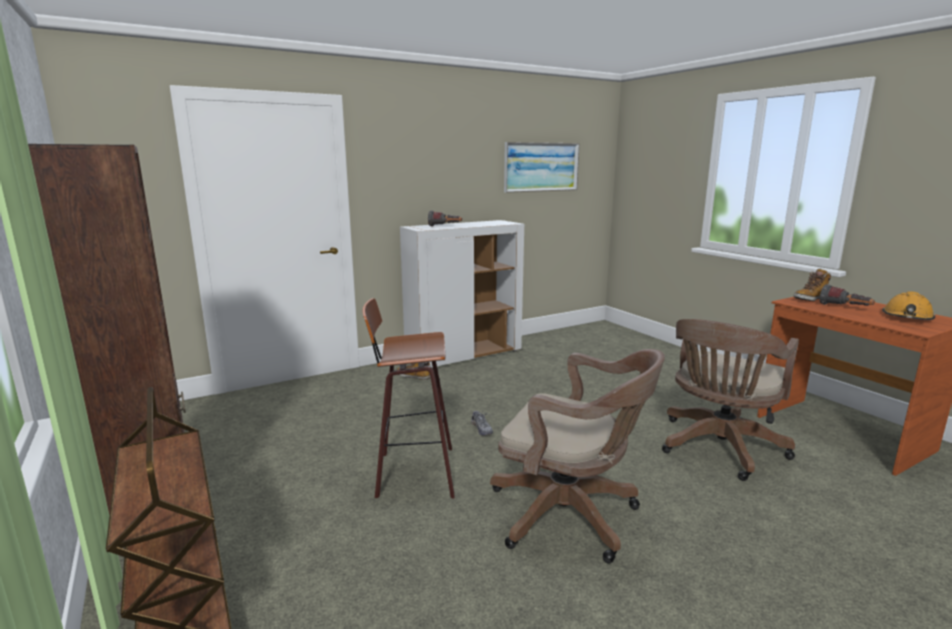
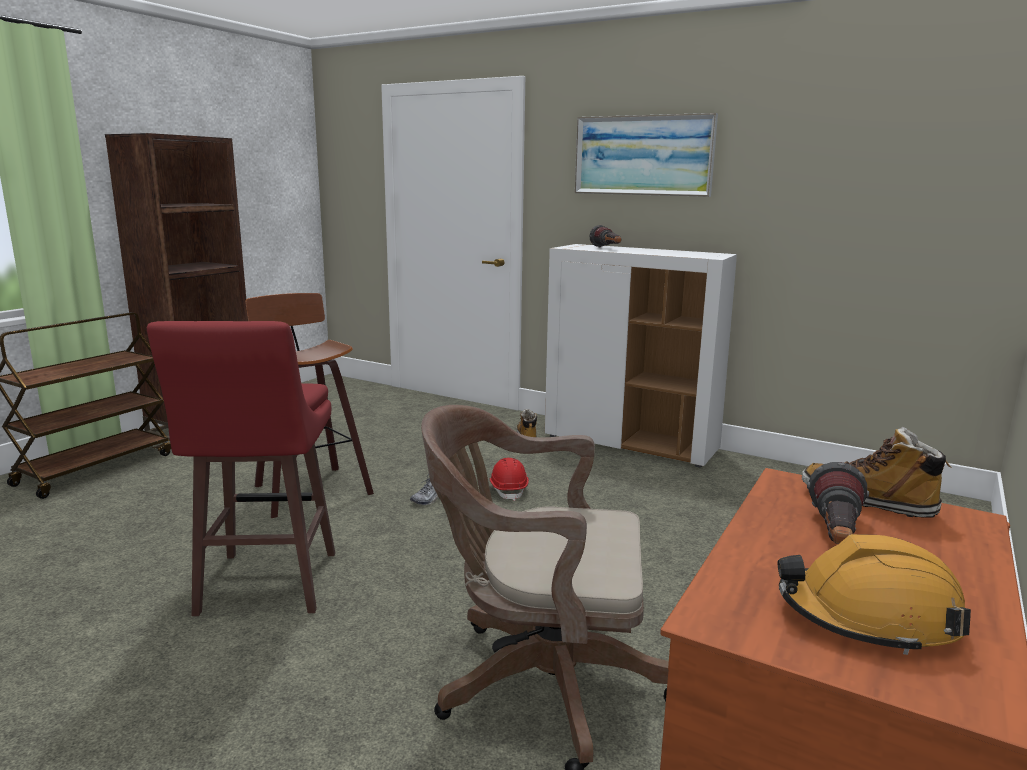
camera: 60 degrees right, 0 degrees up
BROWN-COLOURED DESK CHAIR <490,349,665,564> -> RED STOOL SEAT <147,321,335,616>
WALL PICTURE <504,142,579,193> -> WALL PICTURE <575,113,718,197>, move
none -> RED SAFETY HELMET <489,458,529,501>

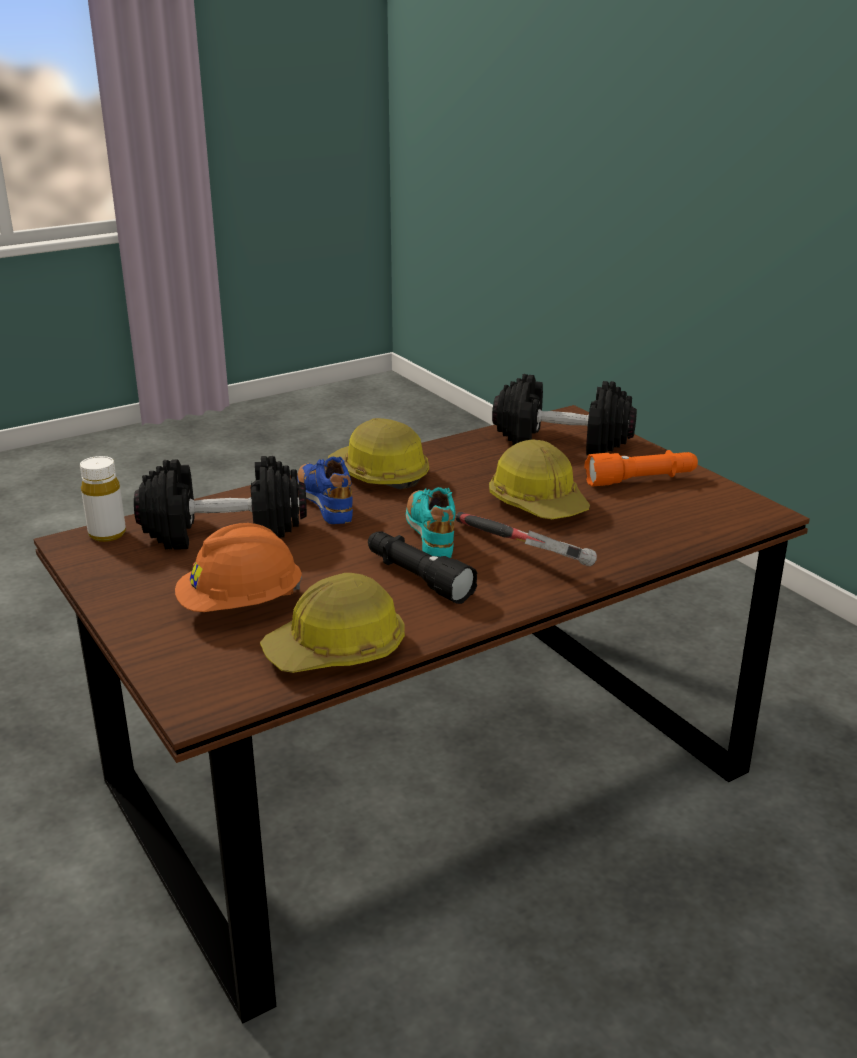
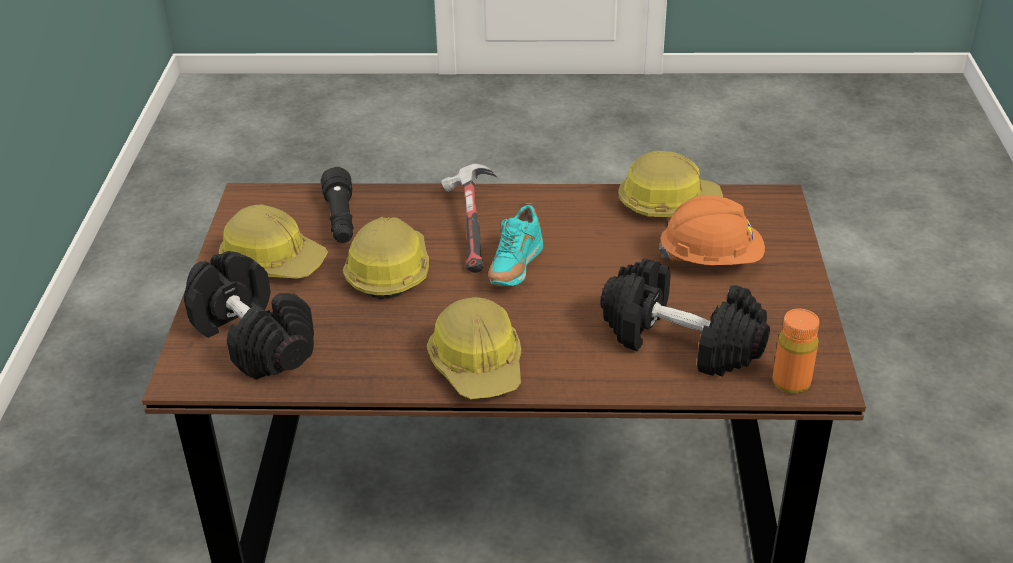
camera: 145 degrees left, 10 degrees up
WHITE BOTTLE <80,456,126,542> -> ORANGE BOTTLE <773,309,820,394>
BLUE LOW SHOE <297,457,353,524> -> none
BLACK-COLOURED TORCH <368,531,478,604> -> BLACK-COLOURED TORCH <321,167,354,243>, move
ORANGE TORCH <585,450,698,487> -> SAFETY HELMET <219,205,328,279>

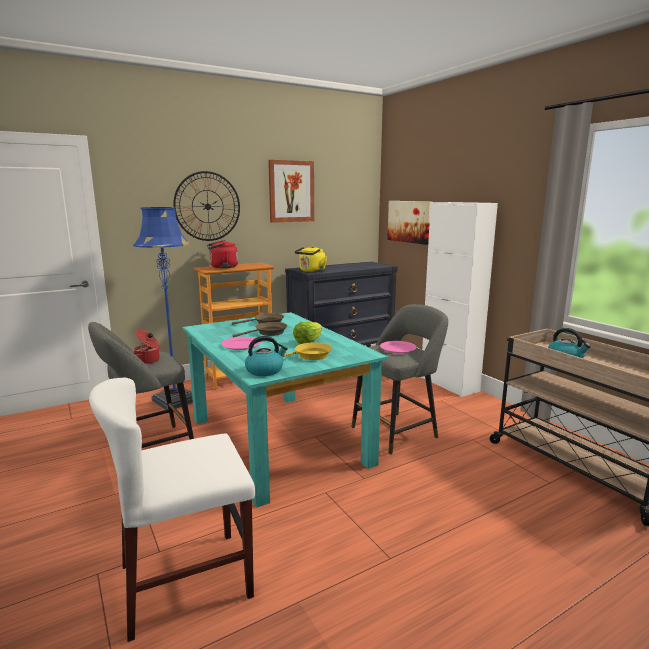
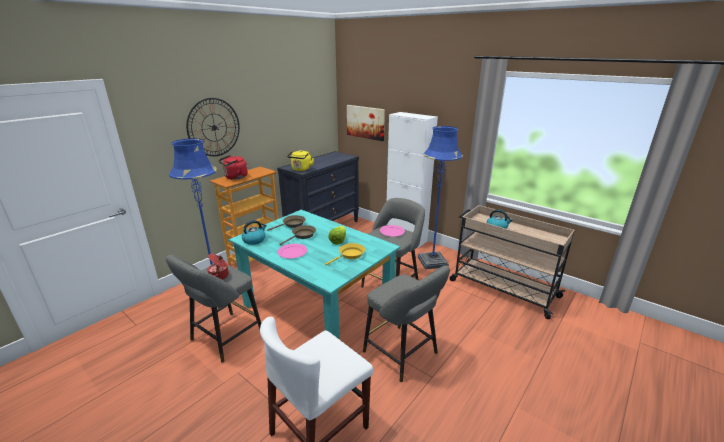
camera: 20 degrees left, 10 degrees up
KETTLE <245,336,288,376> -> KETTLE <242,220,267,245>, move
WALL PICTURE <268,160,314,223> -> none
none -> GREY STOOL SEAT <363,265,450,382>
none -> BLUE FLOOR LAMP <417,126,463,270>

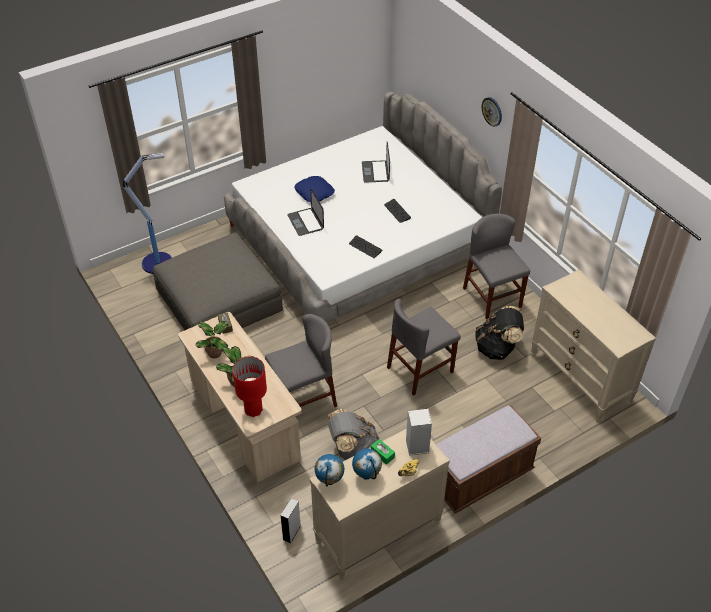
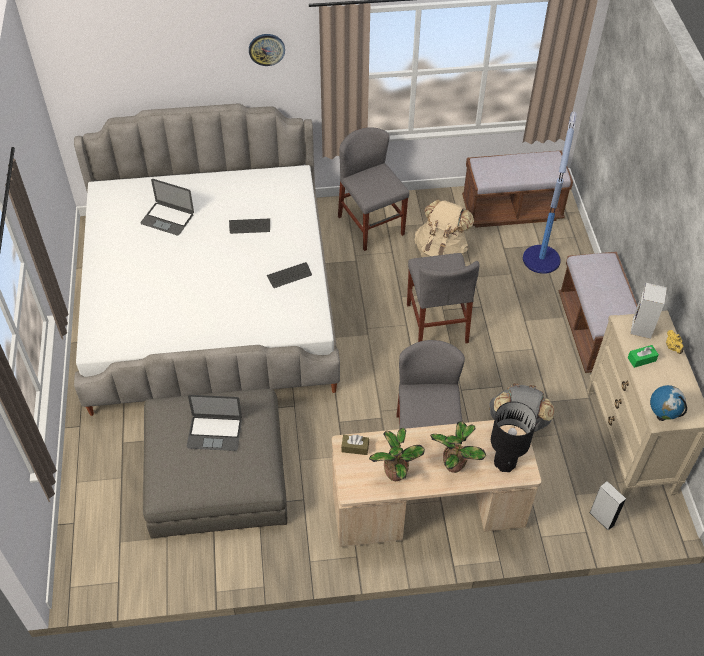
camera: 65 degrees left, 5 degrees up
FLOOR LAMP <123,153,172,274> -> FLOOR LAMP <523,112,577,274>, move
RED TABLETOP LAMP <232,357,267,417> -> BLACK-COLOURED TABLETOP LAMP <491,402,537,472>
PORTABLE COMPUTER <287,188,324,236> -> PORTABLE COMPUTER <187,395,242,451>, move
BLUE PILLOW <295,176,335,202> -> none
GLOBE <352,448,382,480> -> none
GREY PLAIN CHAIR <463,213,530,320> -> GREY PLAIN CHAIR <338,127,409,251>, 60 degrees clockwise
BLACK-COLOURED RUCKSACK <476,306,524,360> -> SAND-COLOURED RUCKSACK <415,199,474,257>
SAND-COLOURED DRAWER CHEST <531,269,656,423> -> BROWN-COLOURED LONG SEAT <462,151,573,228>

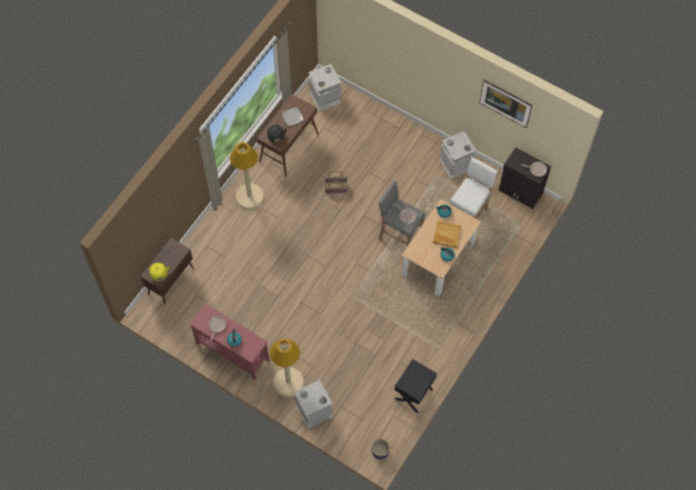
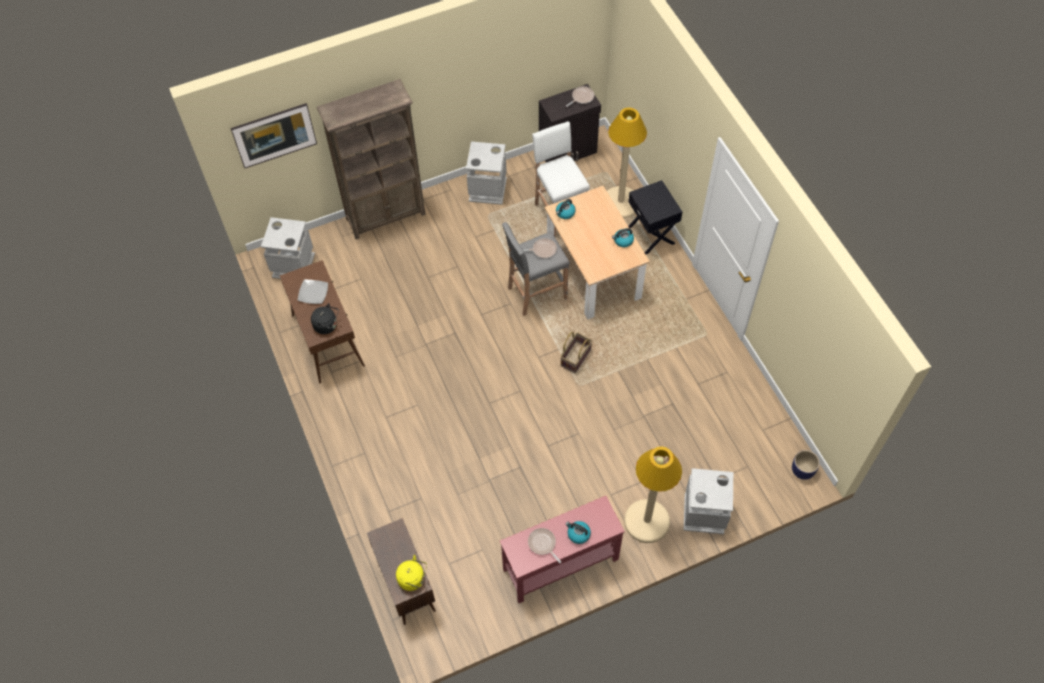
camera: 55 degrees left, 5 degrees down
SAND-COLOURED FLOOR LAMP <230,142,264,210> -> SAND-COLOURED FLOOR LAMP <607,107,647,218>, move
STORAGE BASKET <325,171,348,194> -> STORAGE BASKET <560,332,592,373>, move
BLACK-COLOURED NIGHT TABLE <394,359,437,413> -> BLACK-COLOURED NIGHT TABLE <628,180,682,254>, move
SAND-COLOURED CARRYING TRAY <433,221,461,248> -> none
WALL PICTURE <479,80,532,128> -> WALL PICTURE <231,103,317,168>, move
none -> BROWN-COLOURED SHELVING UNIT <317,79,426,239>

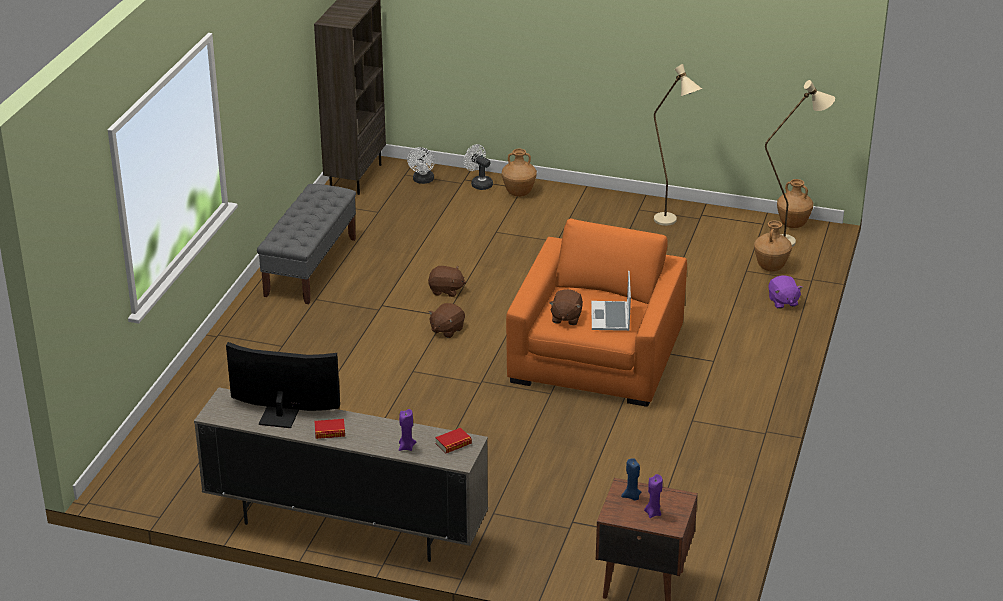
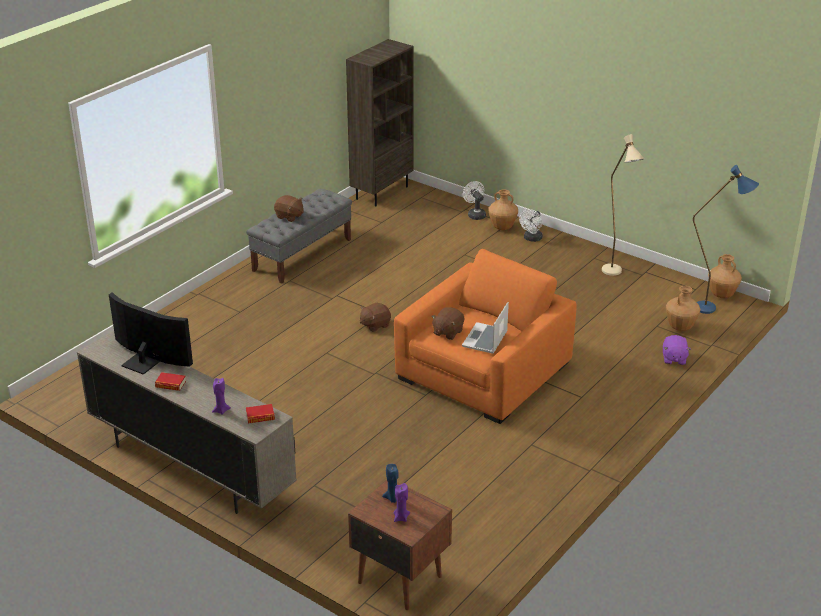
camera: 20 degrees right, 0 degrees up
WHITE COOLING FAN <407,147,435,184> -> WHITE COOLING FAN <519,209,543,242>, move
BROWN-COLOURED SOFT TOY <428,266,466,297> -> BROWN-COLOURED SOFT TOY <274,195,304,222>, move
SAND-COLOURED FLOOR LAMP <765,80,835,247> -> BLUE FLOOR LAMP <693,165,759,314>

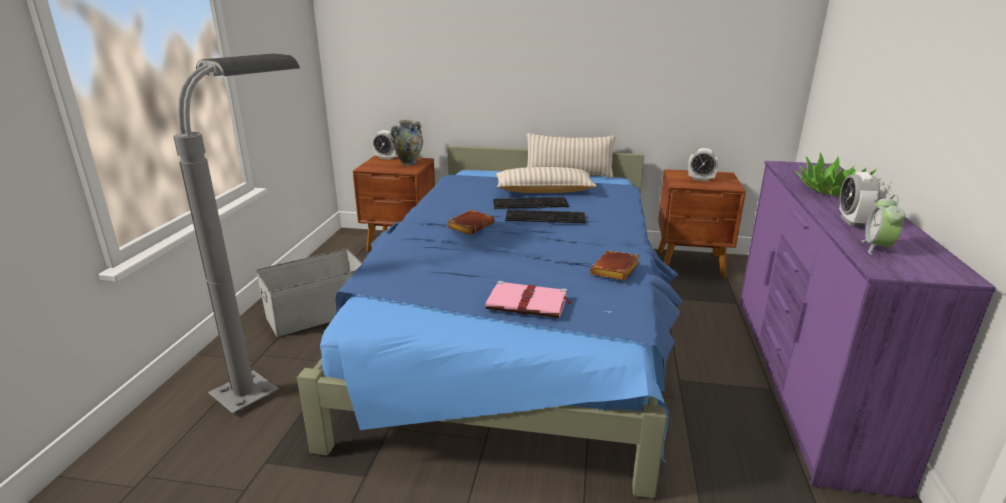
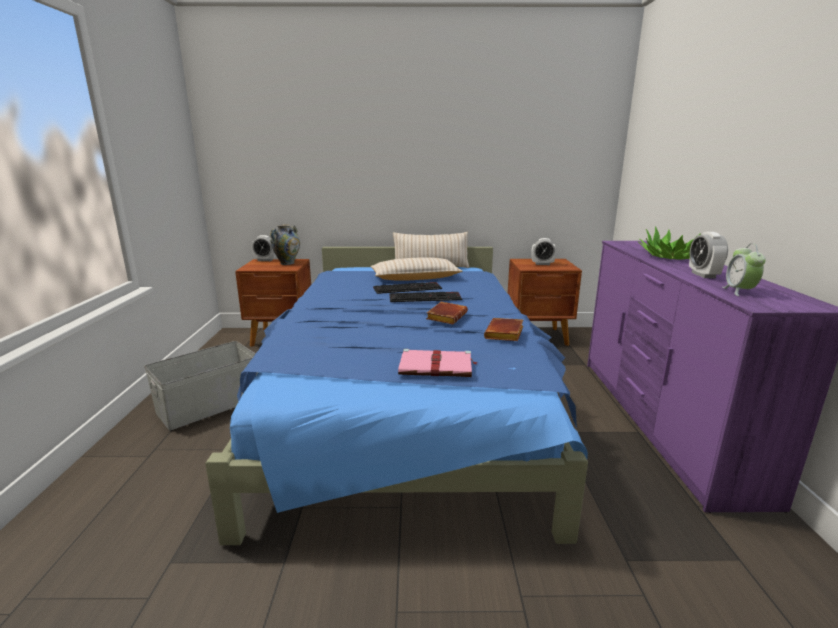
camera: 10 degrees left, 5 degrees down
GREY FLOOR LAMP <173,53,300,414> -> none
BROWN-COLOURED BOOK <447,210,495,235> -> BROWN-COLOURED BOOK <426,302,468,325>, move

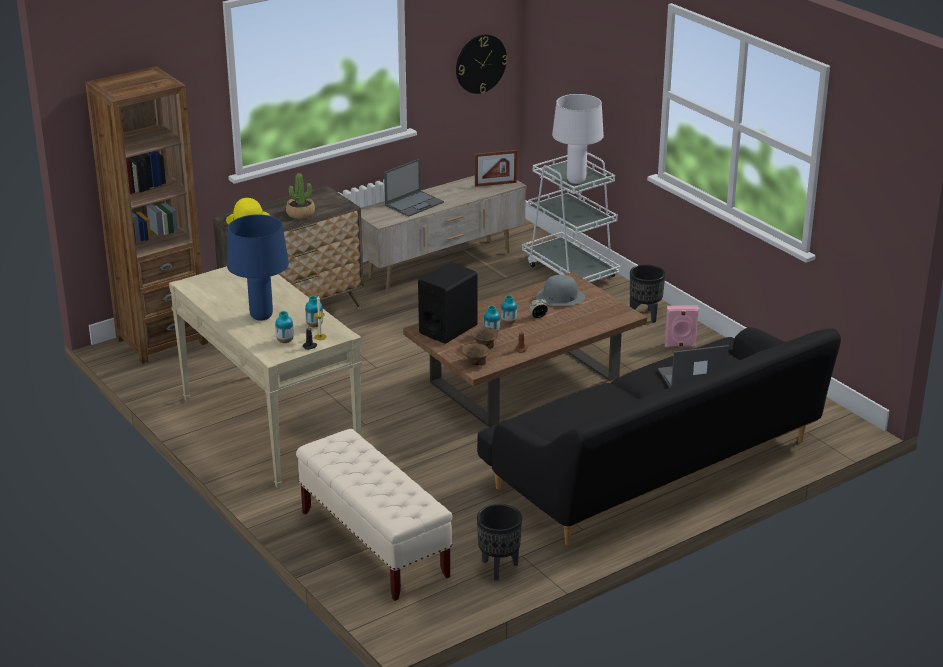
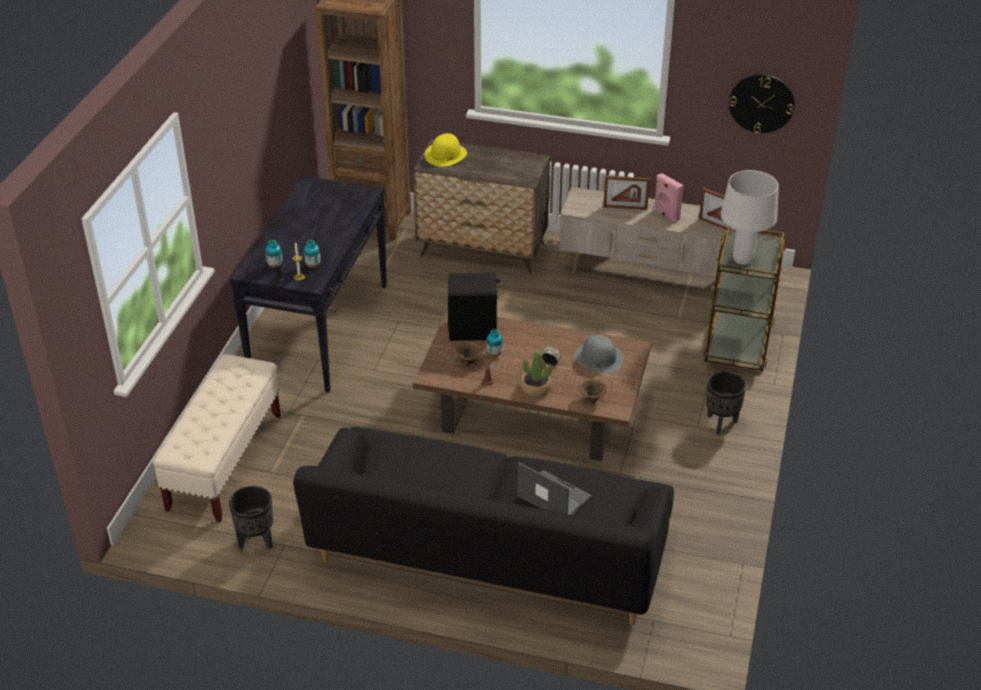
camera: 50 degrees right, 10 degrees up
SAND-COLOURED NARROW TABLE <169,266,362,489> -> BLACK-COLOURED NARROW TABLE <230,175,387,393>
BLUE TABLETOP LAMP <227,215,289,321> -> none
HOUSEPLANT <286,173,315,219> -> HOUSEPLANT <520,351,552,397>, move
PORTABLE COMPUTER <384,159,444,217> -> STANDING FRAME <603,176,650,210>
BROWN-COLOURED DEEP DISH <462,344,489,366> -> BROWN-COLOURED DEEP DISH <580,379,607,405>, move
FLOWER VASE <501,295,517,324> -> none
WHITE CART <522,153,621,282> -> BROWN-COLOURED CART <703,226,786,372>
PINKISH AUDIO SPEAKER <665,305,699,347> -> PINKISH AUDIO SPEAKER <654,173,683,223>, move

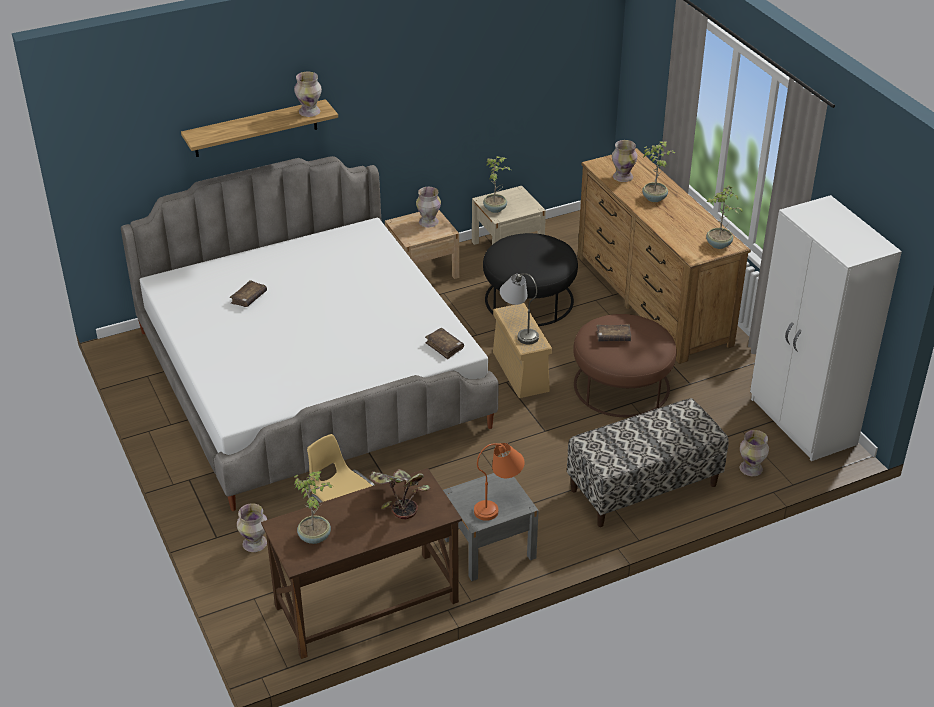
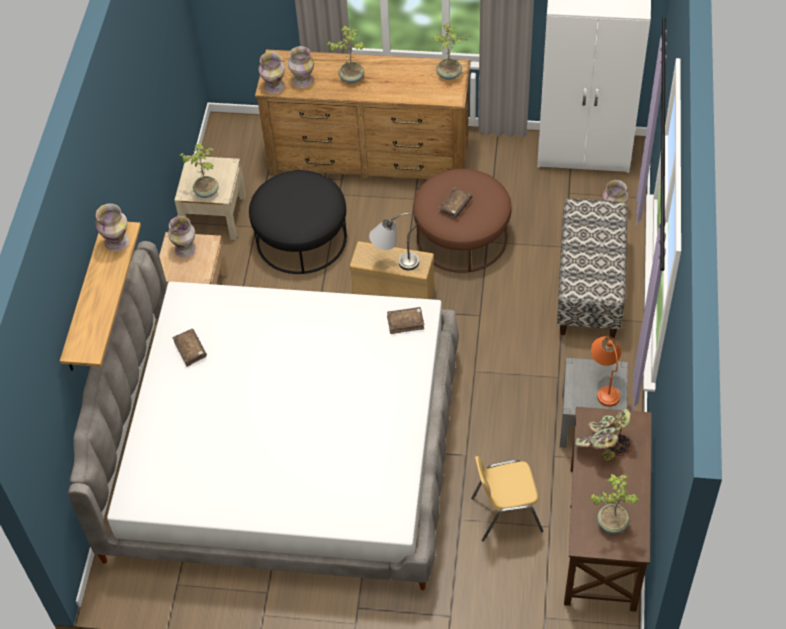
camera: 55 degrees left, 15 degrees up
BROWN-COLOURED BOOK <230,280,267,307> -> BROWN-COLOURED BOOK <172,329,207,367>, move
FLOWER VASE <237,503,267,552> -> FLOWER VASE <258,52,285,94>, move

